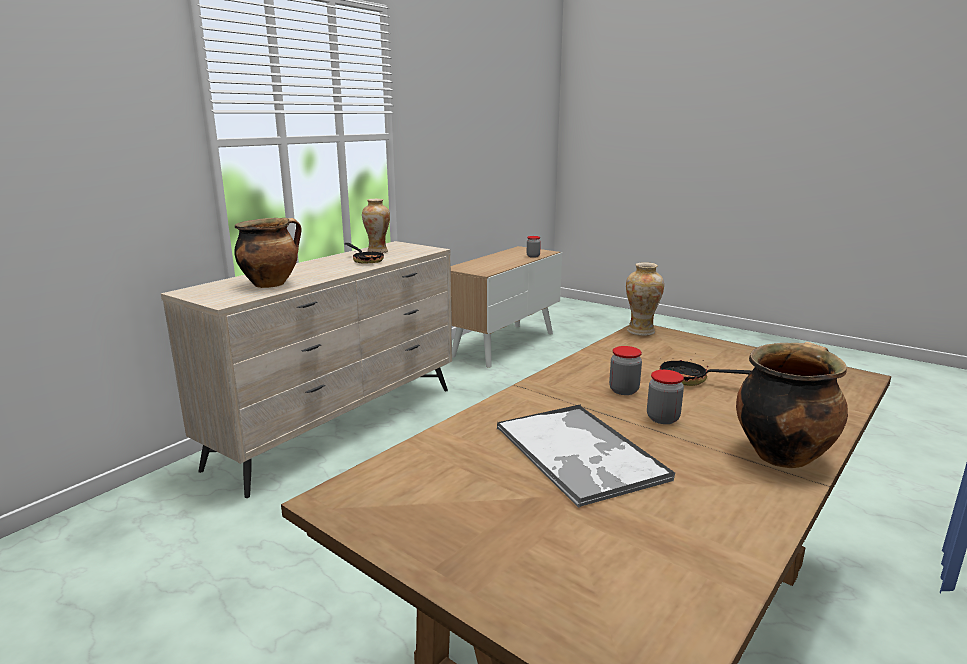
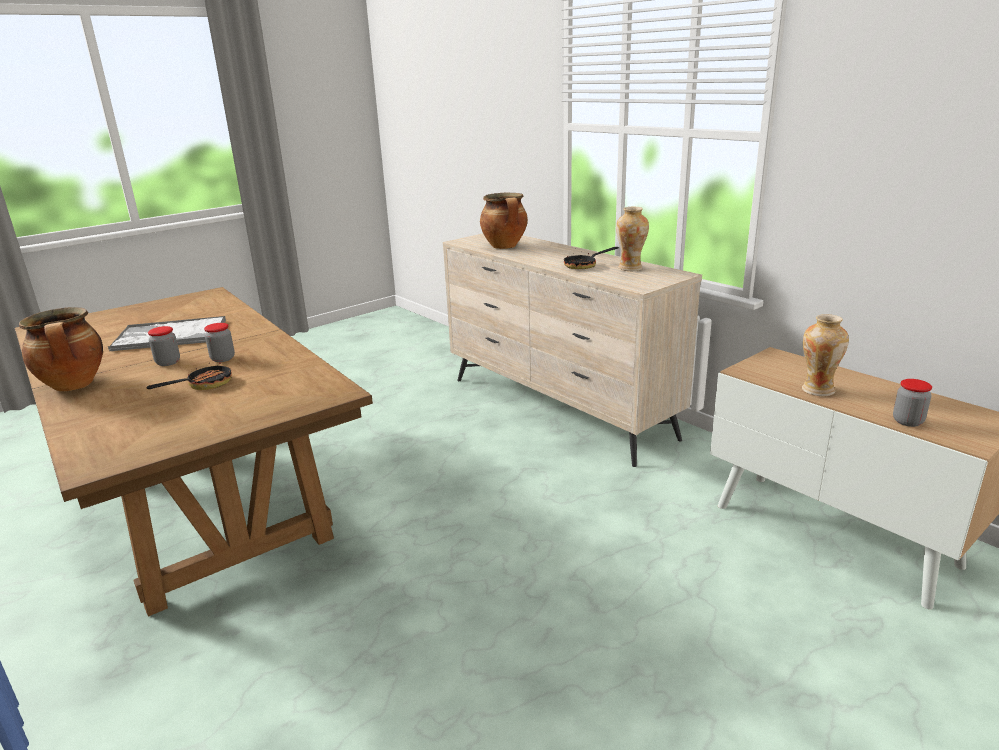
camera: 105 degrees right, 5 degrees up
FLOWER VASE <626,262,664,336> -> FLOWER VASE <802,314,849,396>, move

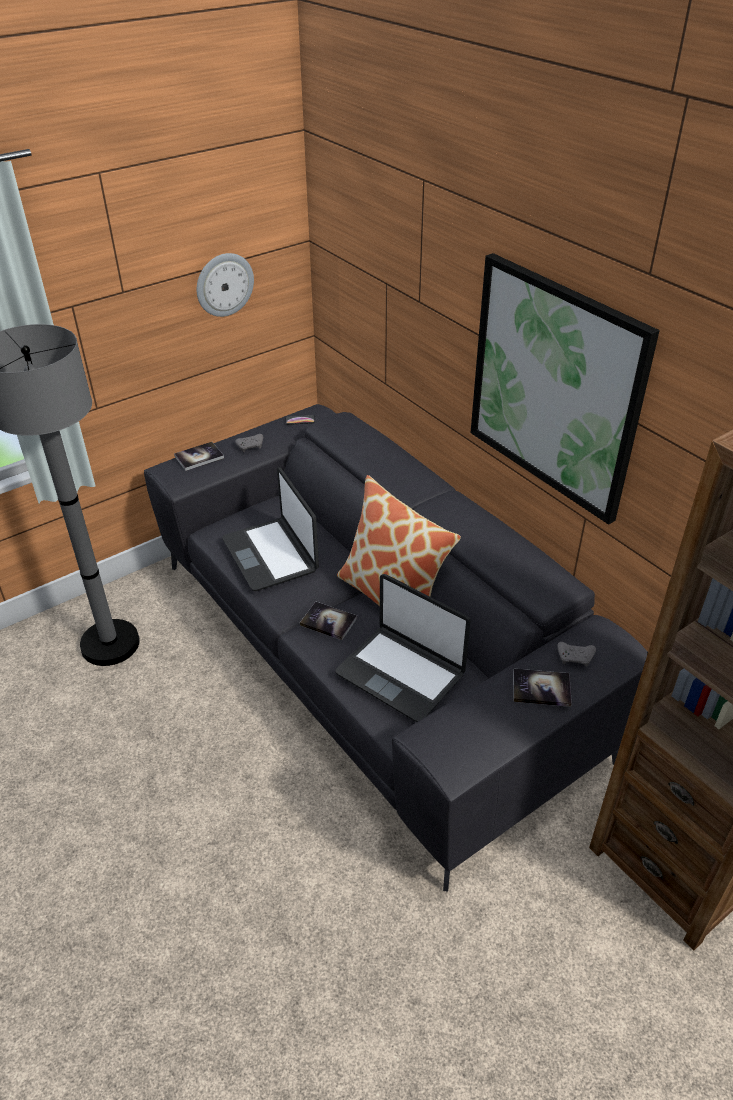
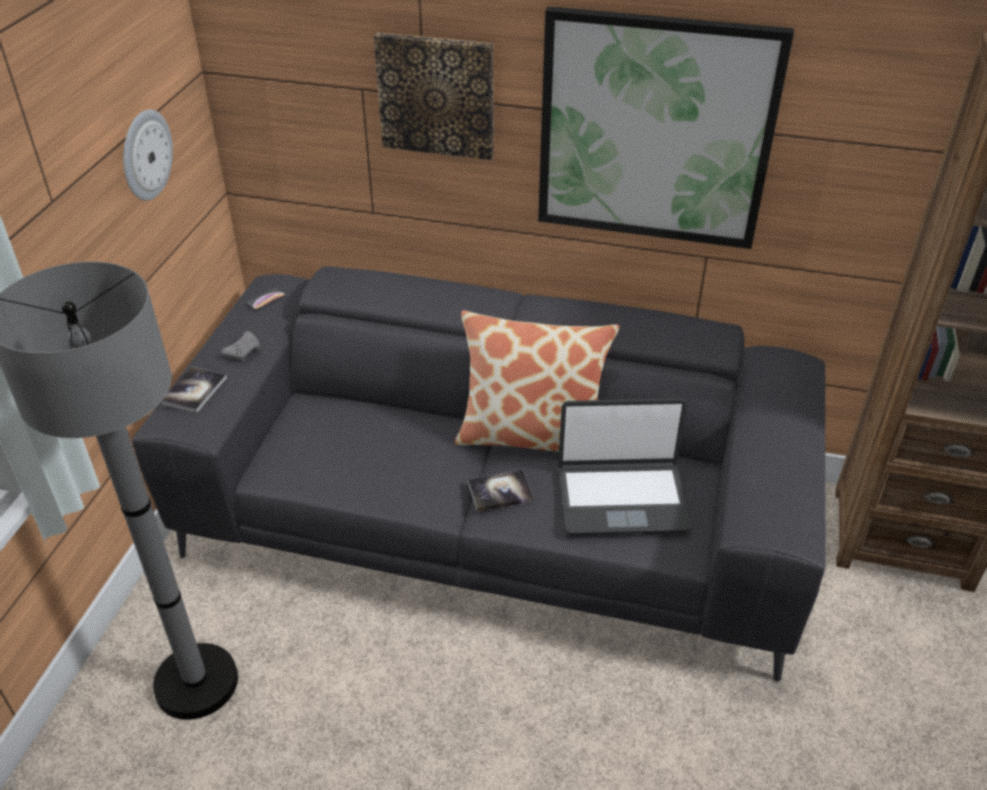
camera: 40 degrees left, 0 degrees up
PORTABLE COMPUTER <222,467,319,591> -> none
BOOK <513,669,572,707> -> none
GREY GAME CONTROLLER <557,642,596,667> -> none
none -> WALL PICTURE <374,32,493,160>

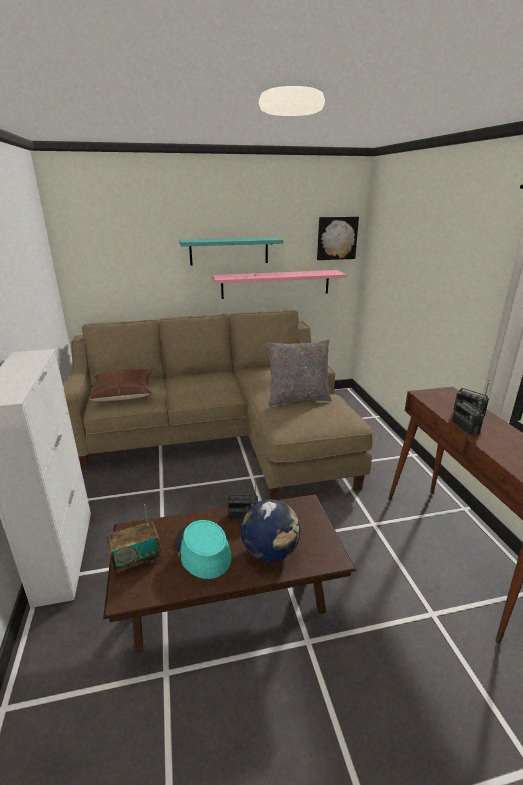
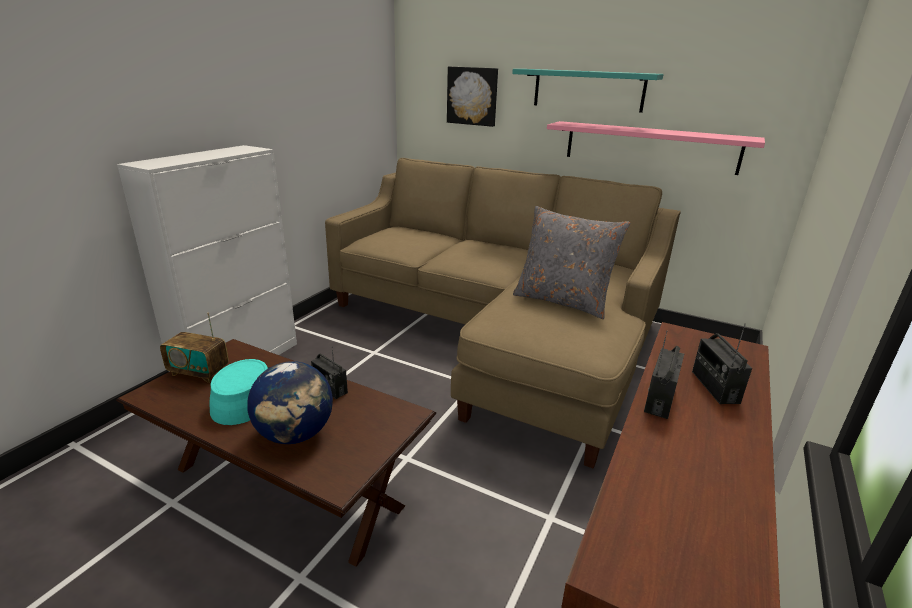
camera: 40 degrees right, 0 degrees up
BROWN-COLOURED PILLOW <88,369,152,401> -> none
WALL PICTURE <317,217,359,260> -> WALL PICTURE <447,67,498,127>, move

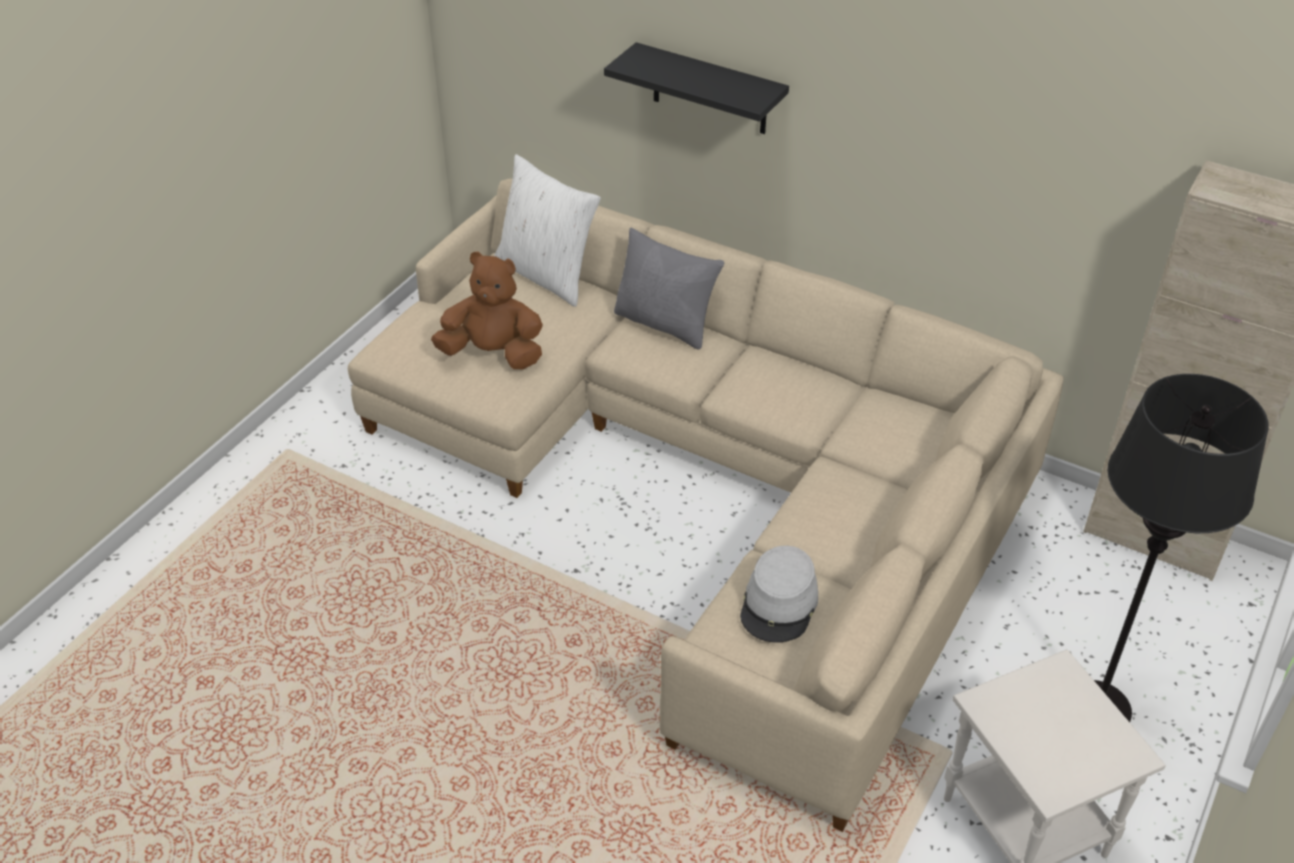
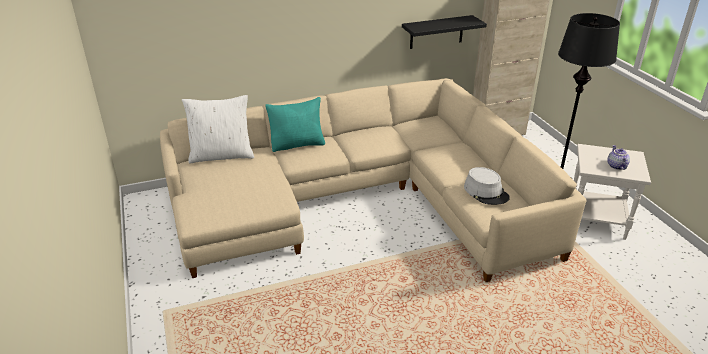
camera: 50 degrees left, 10 degrees down
BROWN-COLOURED SOFT TOY <431,252,543,369> -> none
BLACK-COLOURED WALL SHELF <604,42,789,134> -> BLACK-COLOURED WALL SHELF <402,15,487,49>, move
GREY PILLOW <614,227,724,350> -> TURQUOISE PILLOW <265,97,325,152>
none -> TEAPOT <607,145,630,170>

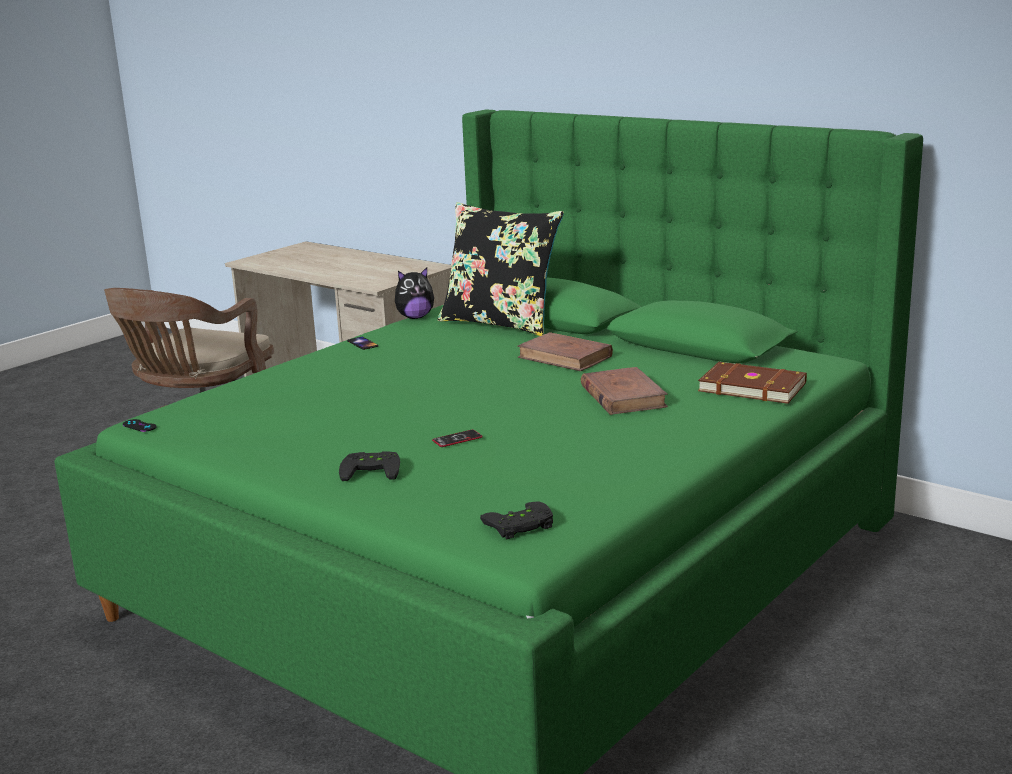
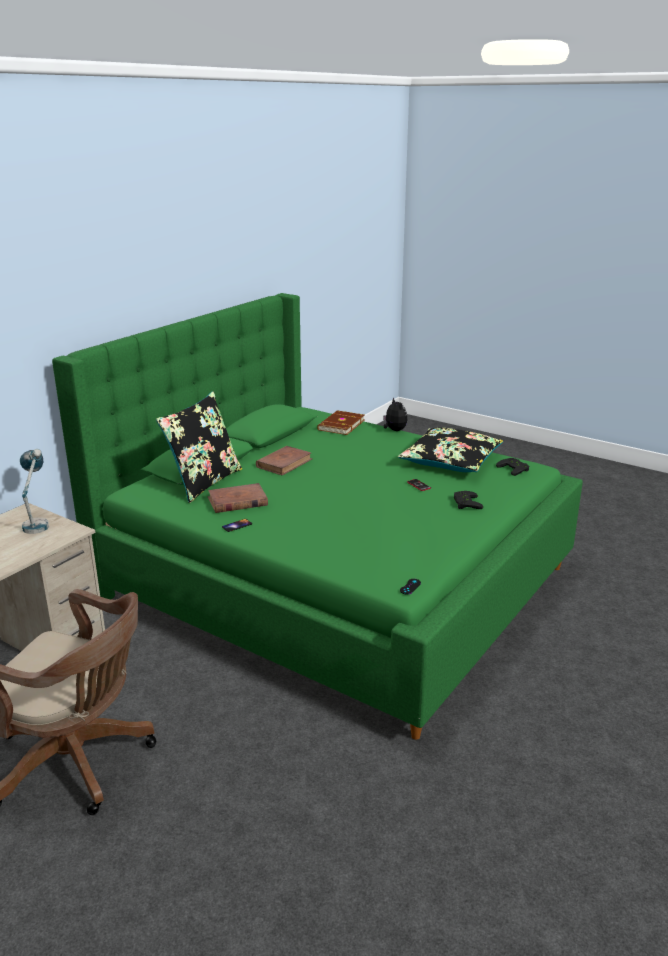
camera: 95 degrees left, 5 degrees up
SOFT TOY <395,268,434,319> -> SOFT TOY <383,397,407,431>, move
BROWN-COLOURED BOOK <581,367,668,415> -> BROWN-COLOURED BOOK <208,483,268,513>, move
none -> TABLETOP LAMP <20,449,49,534>
none -> BLACK-COLOURED PILLOW <398,427,503,472>

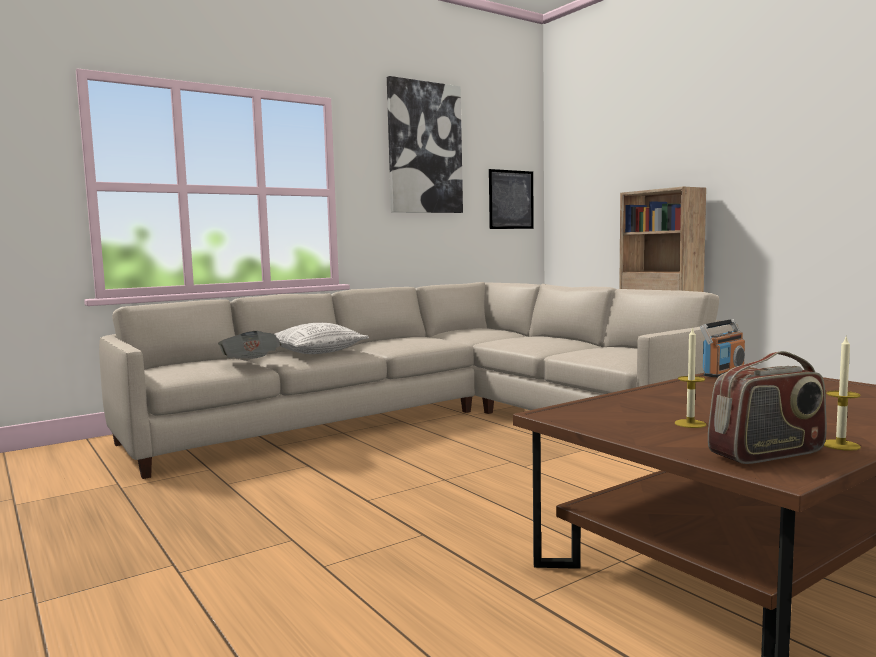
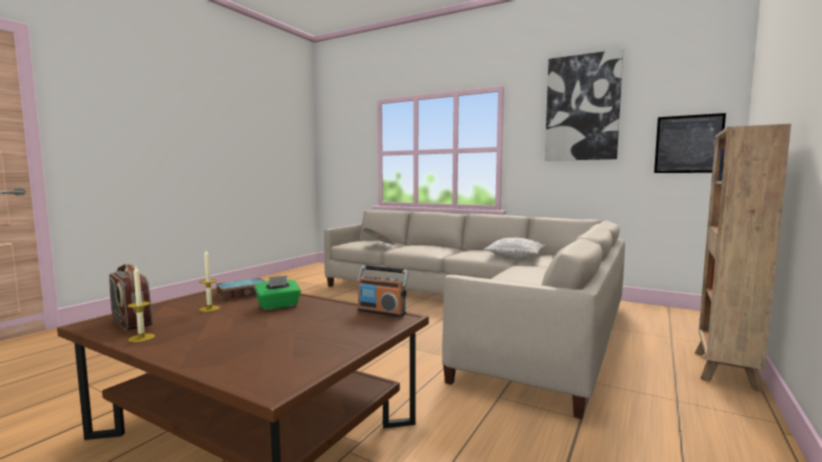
camera: 65 degrees right, 0 degrees up
PILLOW <275,323,369,354> -> PILLOW <483,237,546,259>, move
none -> BOOK <216,278,266,300>
none -> GREEN-COLOURED TISSUE HOLDER <254,275,301,310>

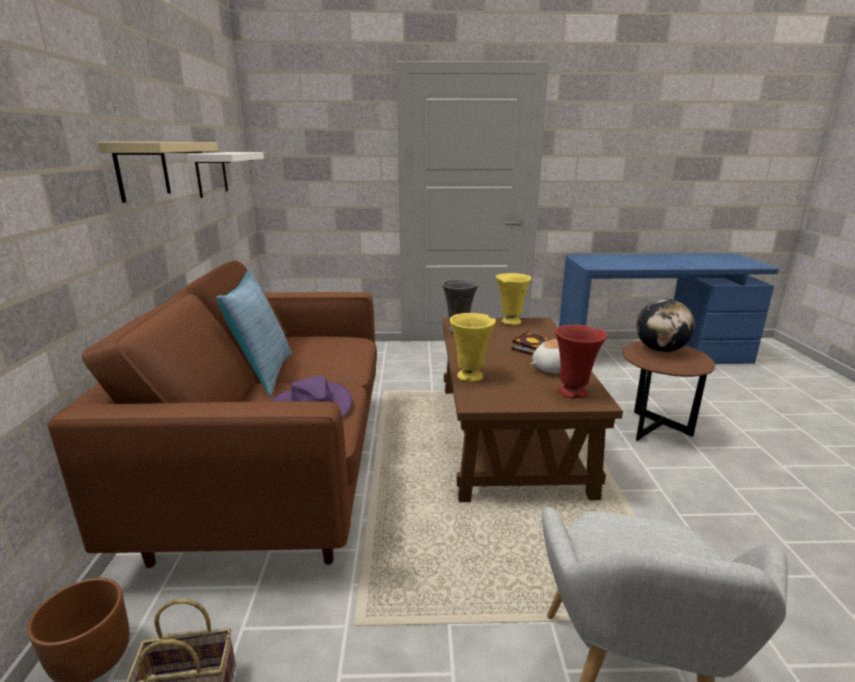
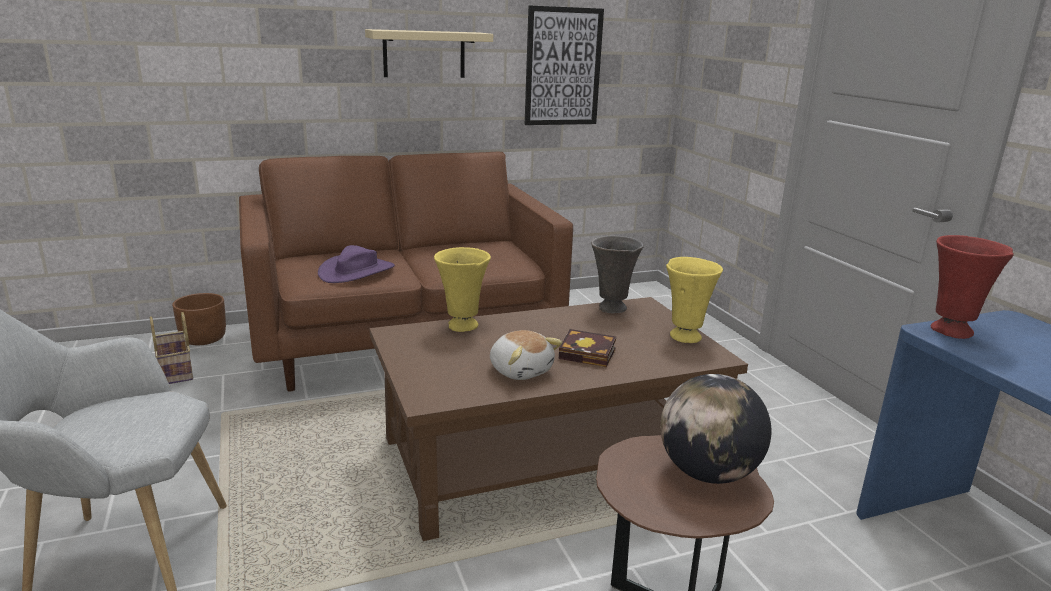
camera: 70 degrees right, 0 degrees up
WHITE WALL SHELF <187,152,264,198> -> WALL PICTURE <525,5,604,125>
PILLOW <216,270,292,397> -> none
RED FLOWER VASE <555,325,607,398> -> RED FLOWER VASE <931,235,1014,339>, move

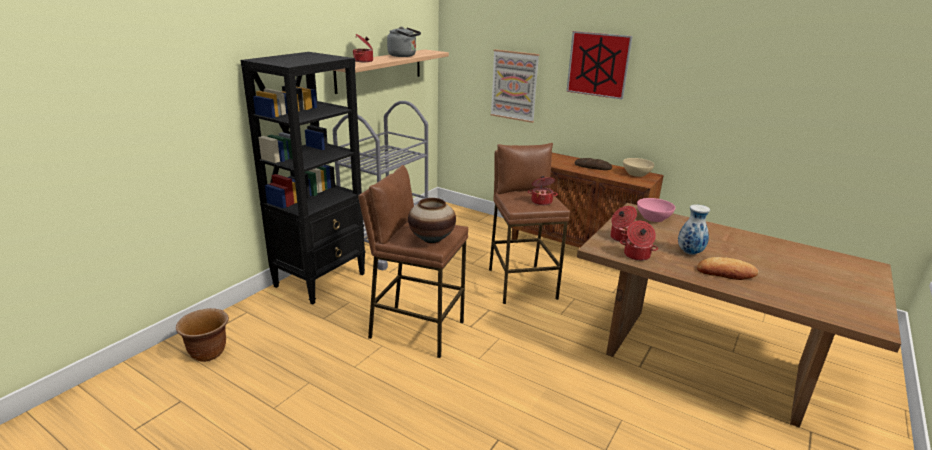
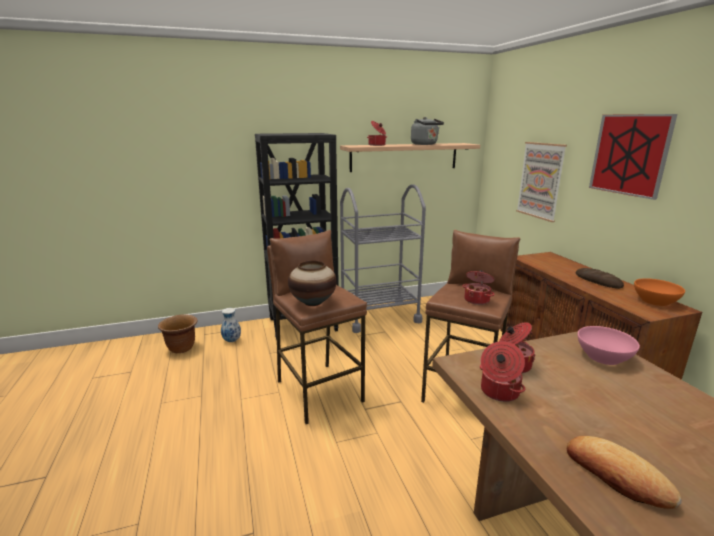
camera: 40 degrees right, 5 degrees down
SAND-COLOURED DEEP DISH <623,158,654,177> -> ORANGE DEEP DISH <634,278,685,306>
FLOWER VASE <678,204,710,255> -> FLOWER VASE <221,308,241,342>, move

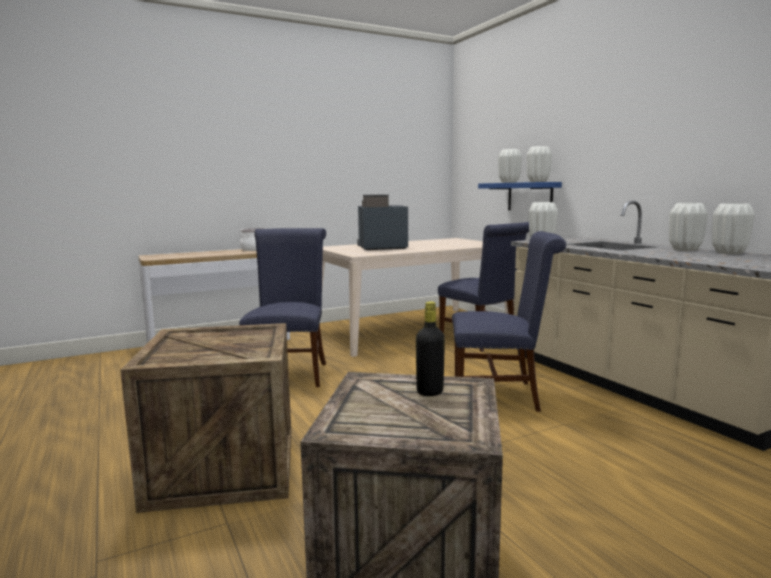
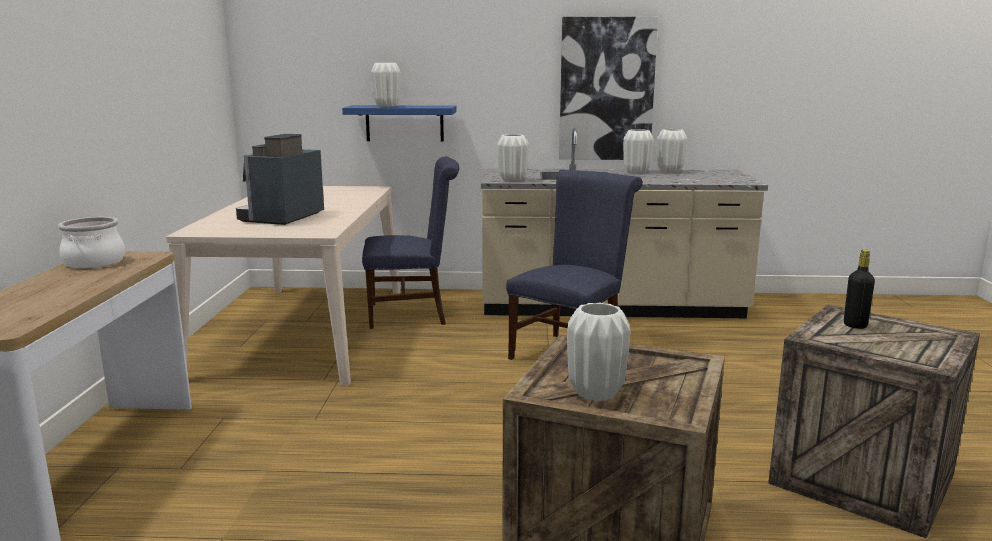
camera: 60 degrees left, 5 degrees up
BLUE PLAIN CHAIR <239,228,326,387> -> none
WHITE FLOWER VASE <527,146,552,182> -> WHITE FLOWER VASE <567,303,631,401>, move
none -> WALL PICTURE <559,17,658,160>

